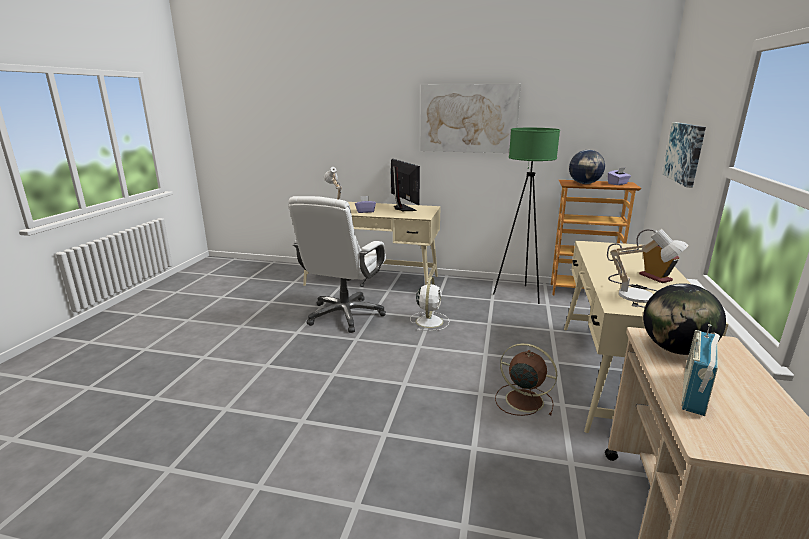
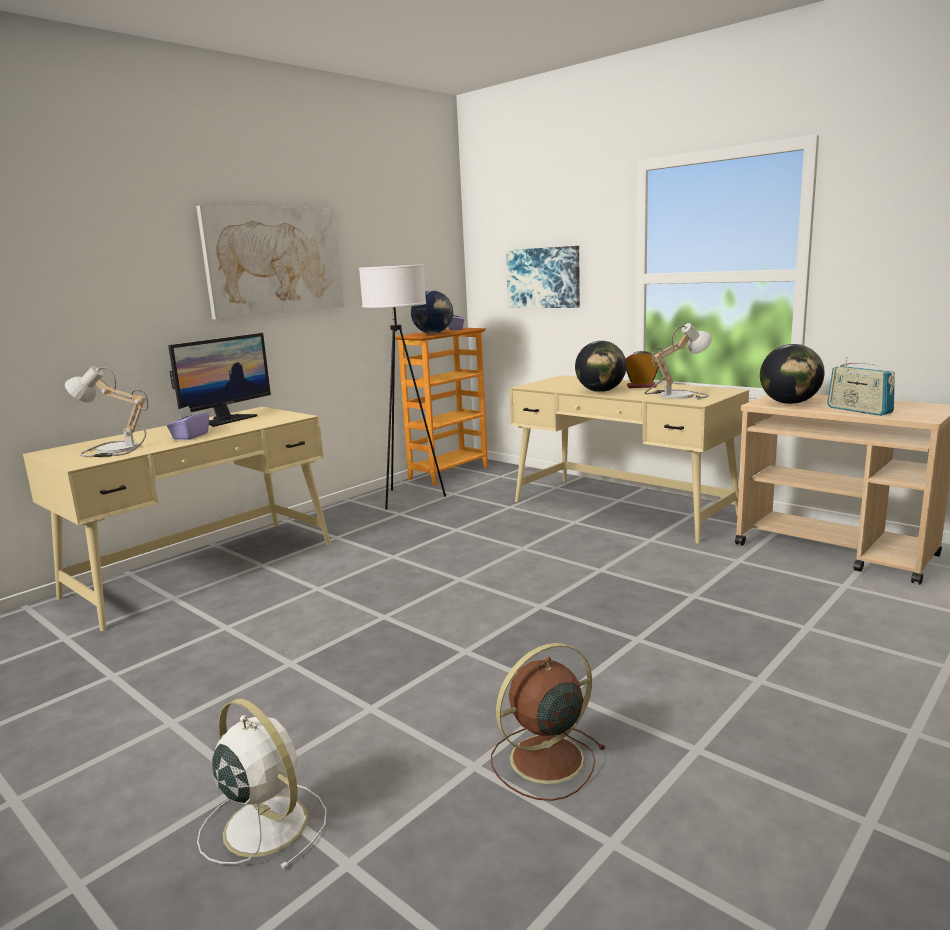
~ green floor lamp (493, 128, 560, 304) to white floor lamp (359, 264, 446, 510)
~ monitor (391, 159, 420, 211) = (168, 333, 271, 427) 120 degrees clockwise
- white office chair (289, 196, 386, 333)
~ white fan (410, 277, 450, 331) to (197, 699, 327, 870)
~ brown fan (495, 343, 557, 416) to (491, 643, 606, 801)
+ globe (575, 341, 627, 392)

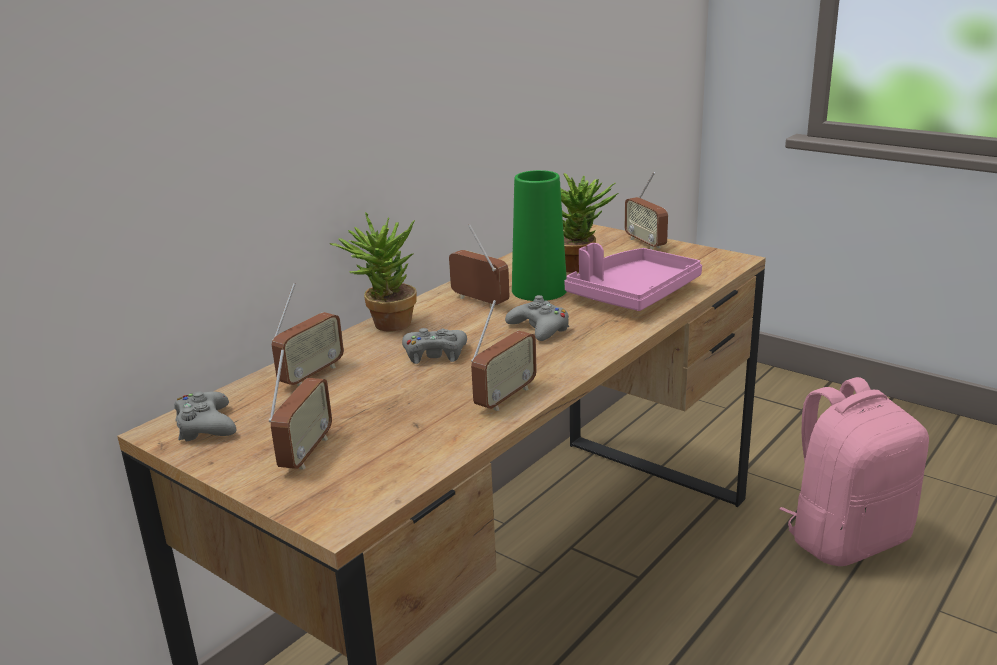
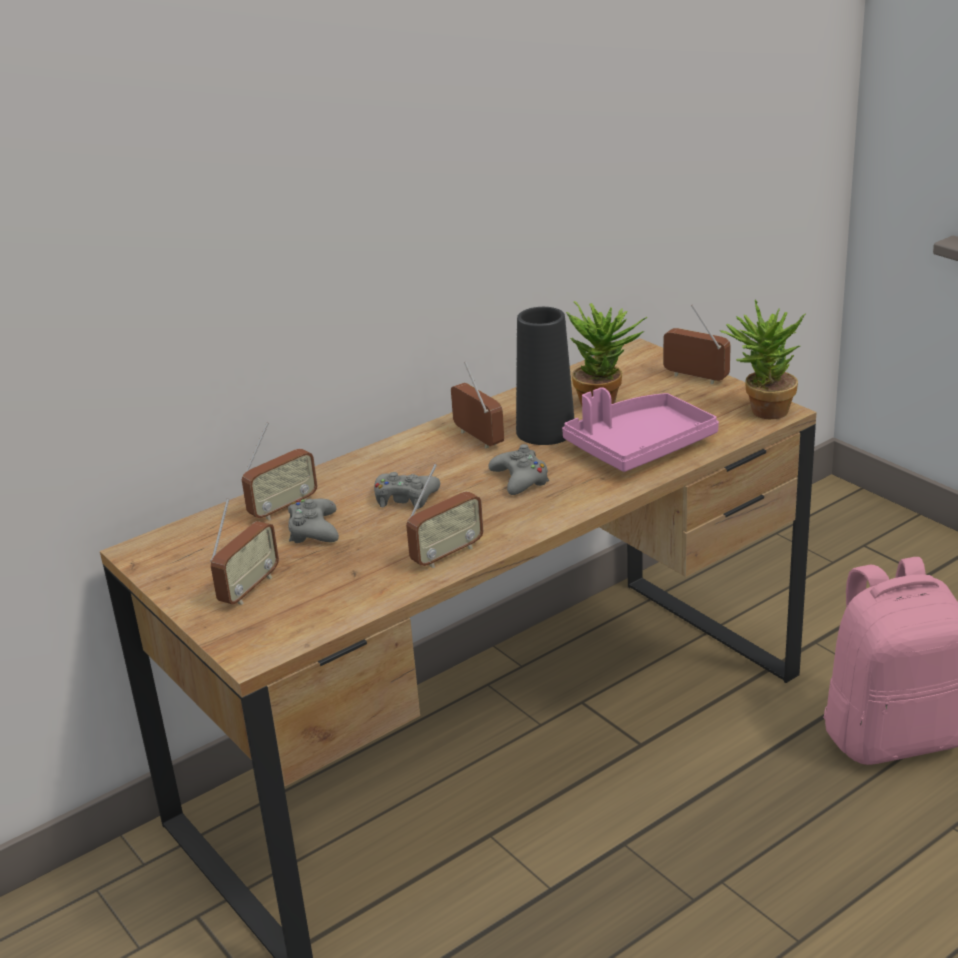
~ green vase (512, 170, 567, 301) to black vase (516, 307, 574, 445)
~ radio (625, 172, 668, 250) = (663, 305, 731, 384) 135 degrees clockwise
~ potted plant (330, 212, 417, 332) to (720, 300, 805, 419)
~ grey game controller (174, 391, 236, 441) to (288, 498, 339, 543)

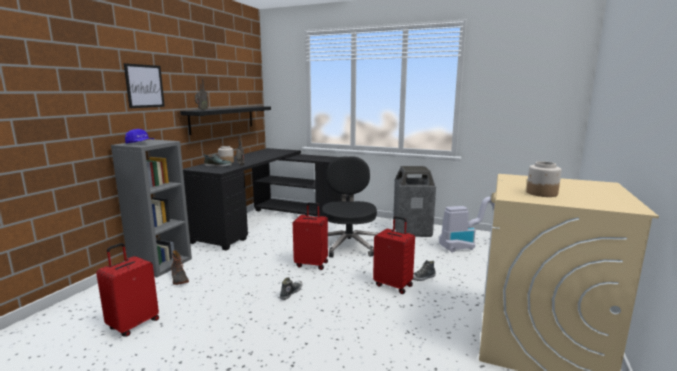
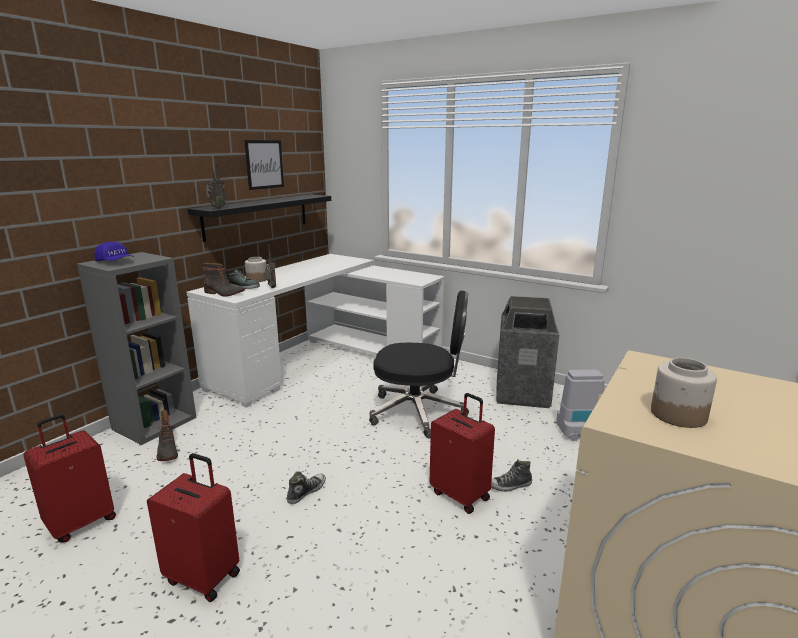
~ picture (124, 63, 165, 108) to (244, 140, 284, 190)
~ black desk (183, 148, 350, 251) to white desk (186, 254, 445, 408)
~ black office chair (322, 156, 378, 257) = (369, 291, 469, 438) 90 degrees clockwise
~ red suitcase (293, 202, 328, 270) to (147, 453, 240, 602)
+ boot (203, 263, 245, 297)

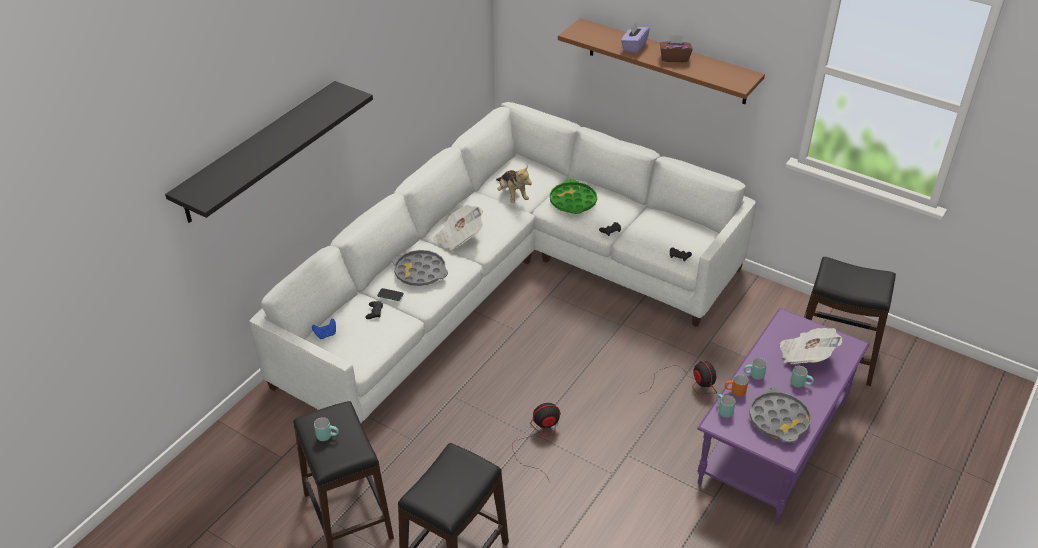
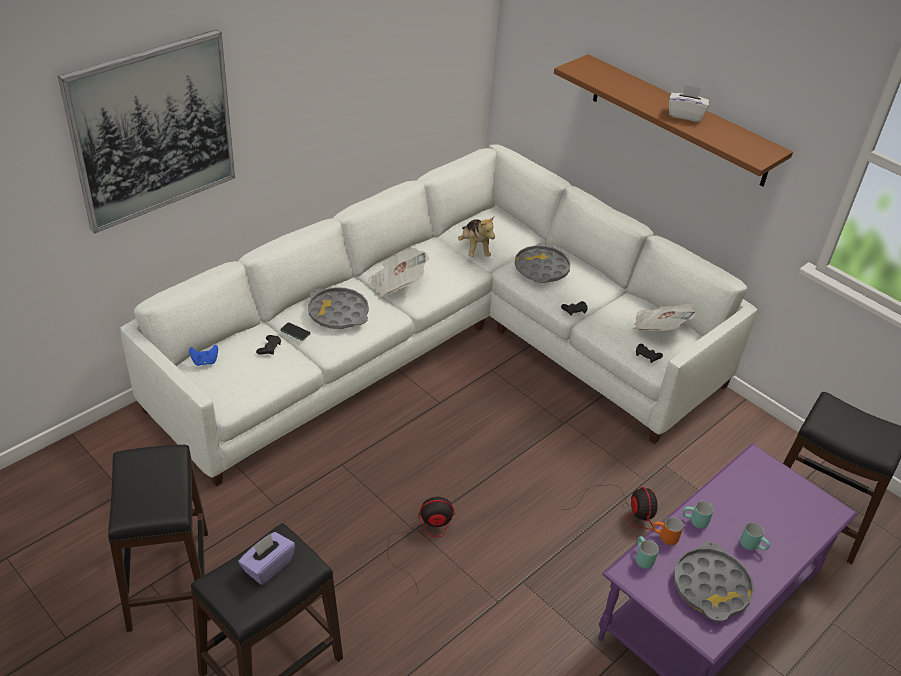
~ purple tissue box (621, 22, 650, 53) to (238, 532, 296, 585)
~ brown tissue box (660, 35, 693, 62) to white tissue box (669, 85, 709, 122)
~ black shelf (165, 81, 373, 223) to picture (58, 30, 235, 233)
~ green tray (550, 179, 597, 214) to grey tray (515, 243, 571, 283)
~ newspaper (780, 328, 842, 364) to (633, 304, 696, 331)
- turquoise mug (314, 417, 339, 441)

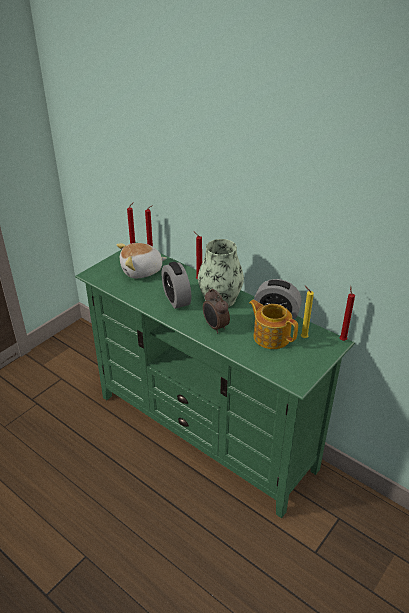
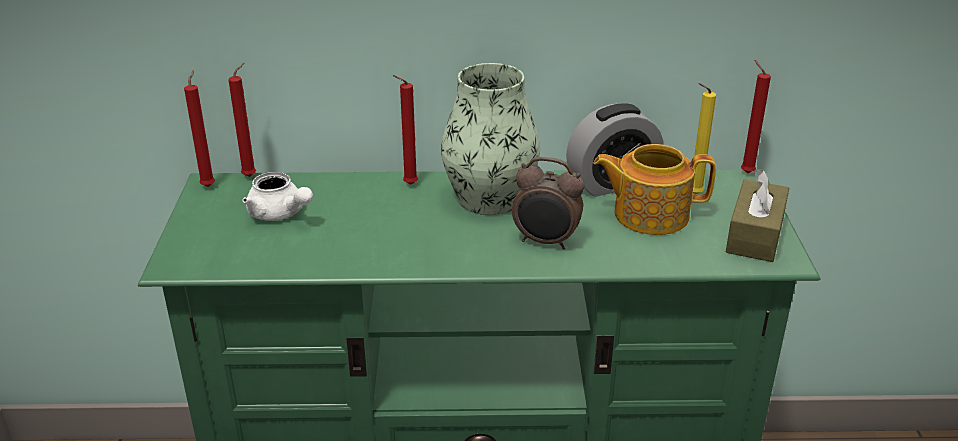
~ plush toy (117, 243, 167, 278) to white teapot (242, 172, 313, 221)
- alarm clock (162, 262, 191, 309)
+ brown tissue box (726, 169, 789, 262)

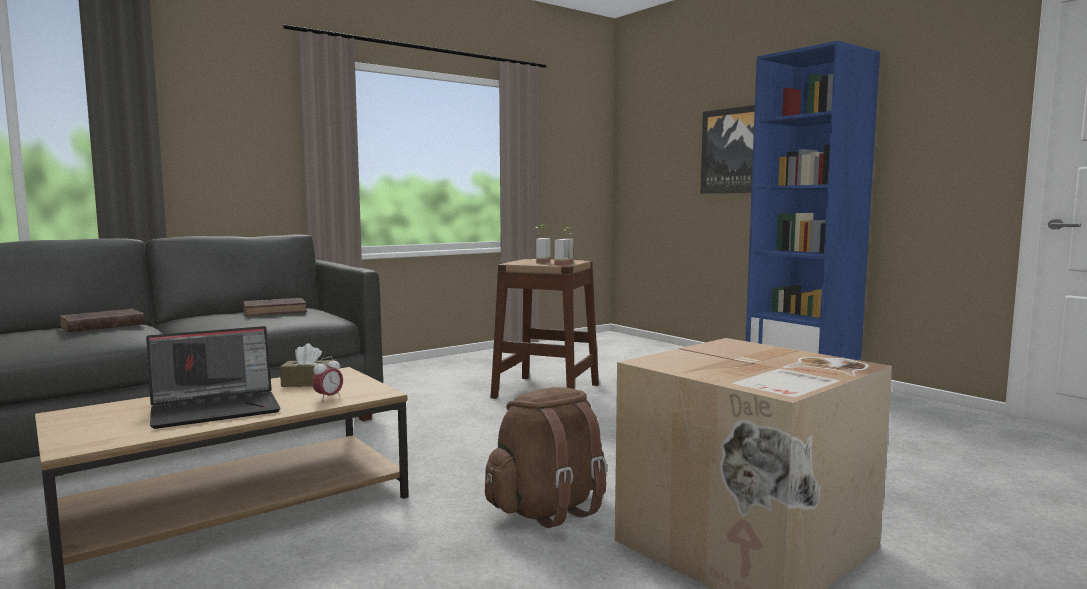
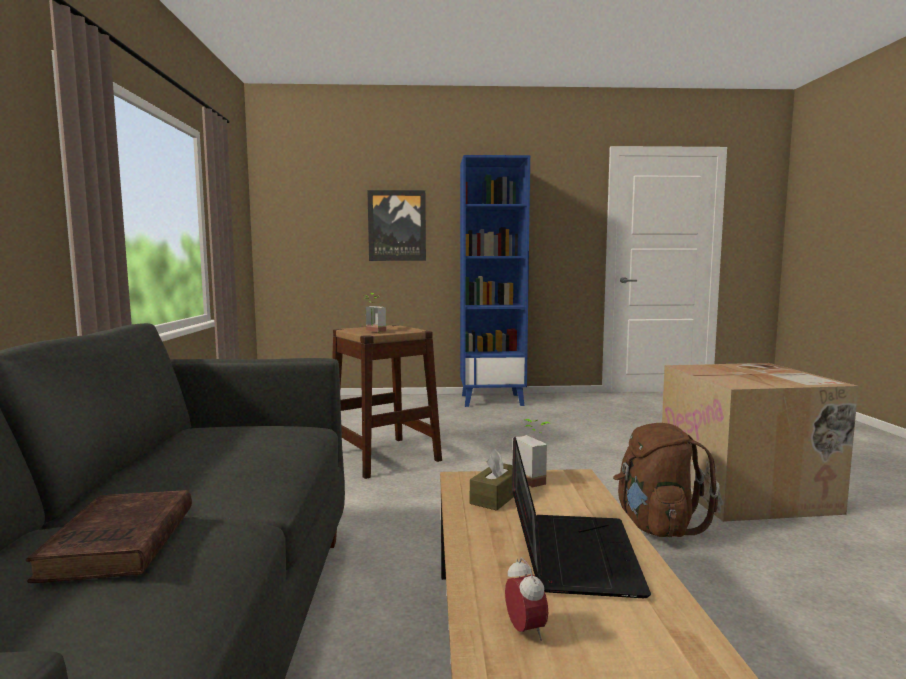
~ potted plant (554, 225, 577, 266) to (516, 419, 551, 487)
- brown book (243, 298, 307, 316)
~ alarm clock (312, 357, 343, 401) to (505, 558, 548, 641)

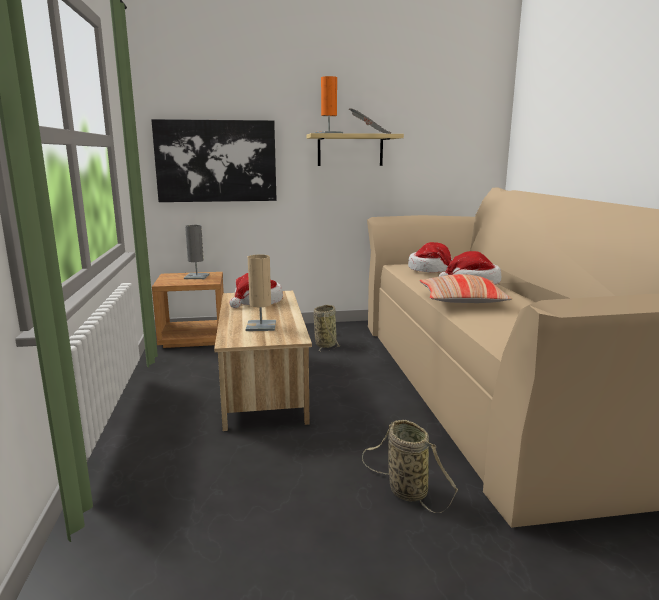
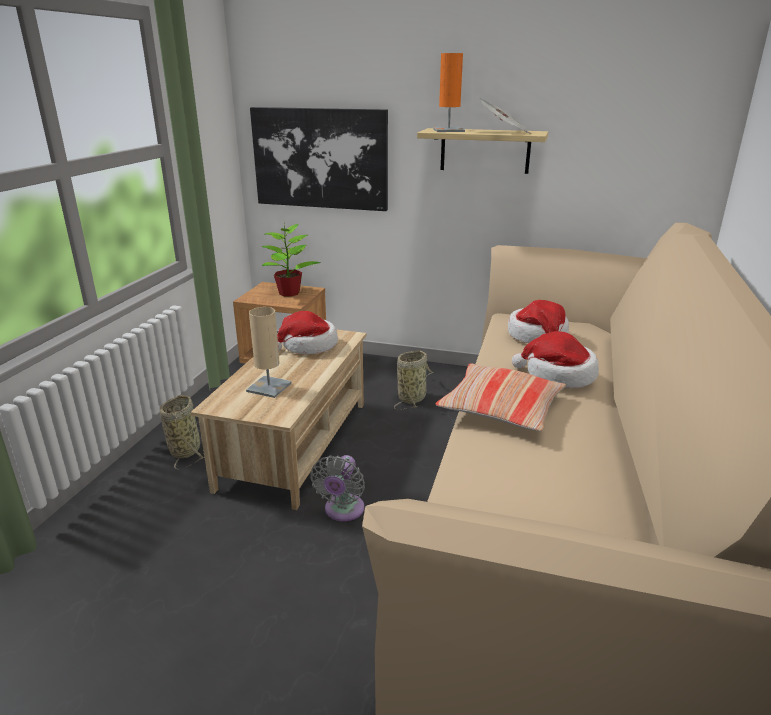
~ grey table lamp (184, 225, 210, 279) to potted plant (262, 221, 320, 297)
~ basket (362, 420, 458, 513) to (160, 395, 204, 470)
+ grey fan (310, 455, 365, 521)

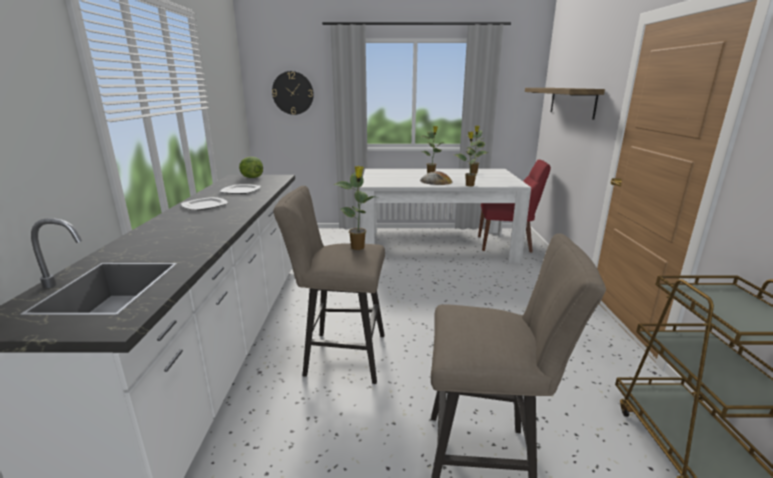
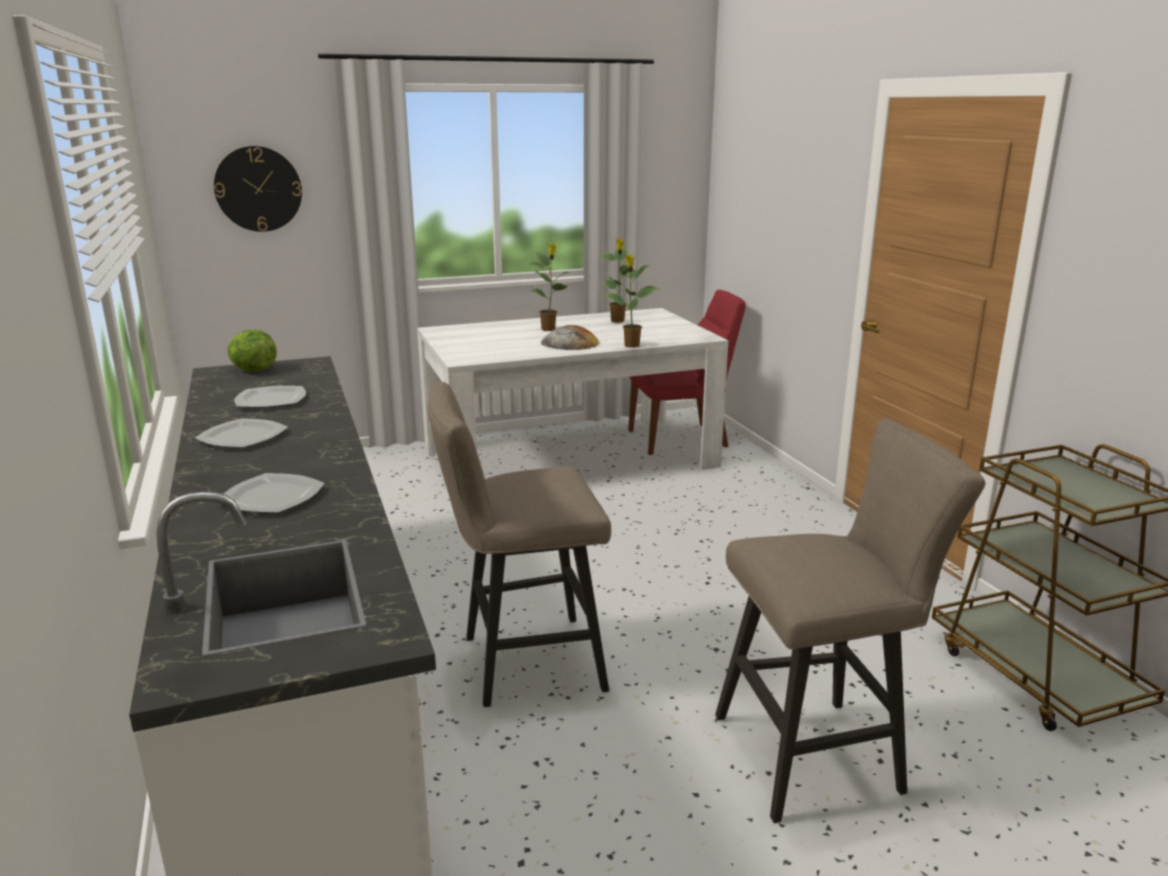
- shelf (525, 88, 605, 120)
- potted plant (334, 166, 375, 250)
+ plate (220, 473, 325, 513)

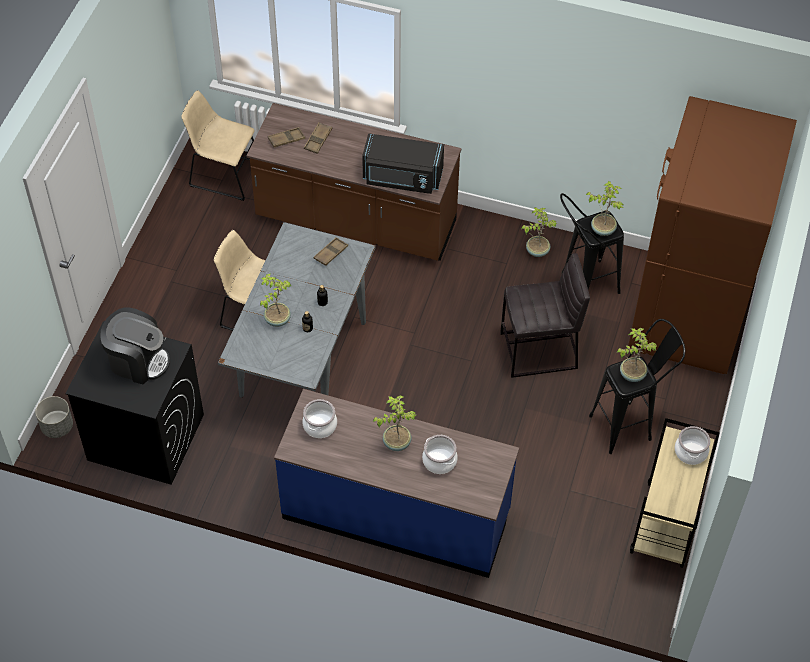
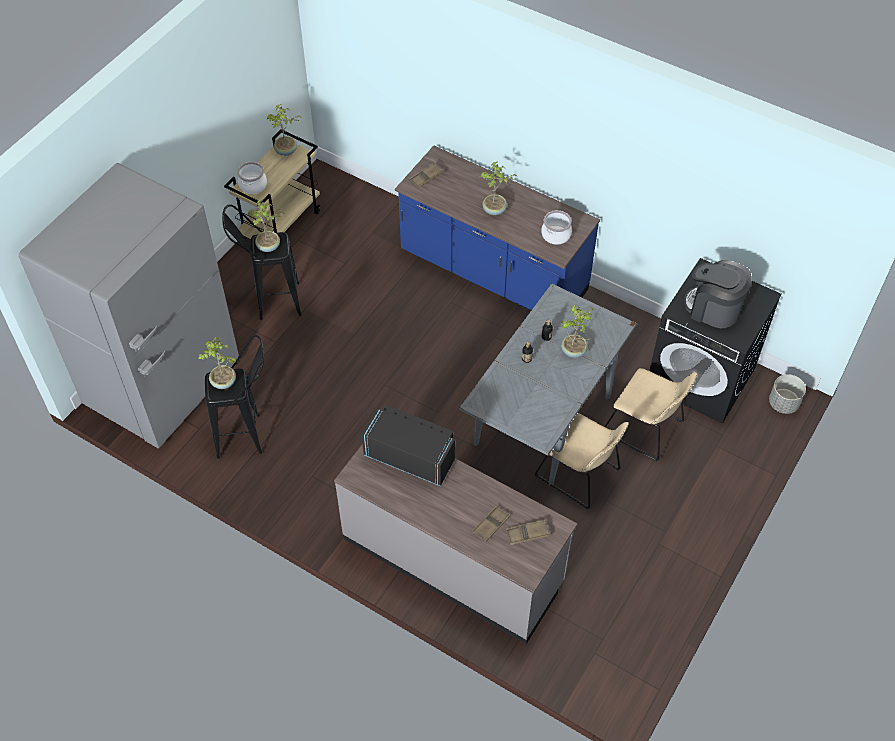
~ beige chair (181, 90, 255, 201) to (604, 368, 697, 461)
~ brown fridge (628, 96, 797, 374) to grey fridge (18, 163, 239, 448)
~ brown counter (246, 103, 461, 261) to grey counter (334, 444, 577, 644)
~ potted plant (521, 207, 557, 257) to (267, 104, 302, 156)
~ brown tray (314, 237, 348, 266) to (409, 162, 444, 188)
- grey stool (500, 253, 590, 378)
- cooking pot (422, 435, 458, 474)

